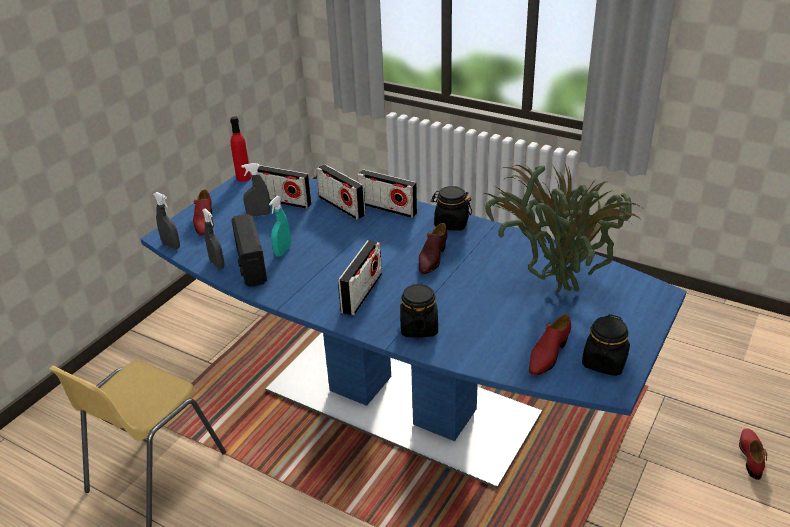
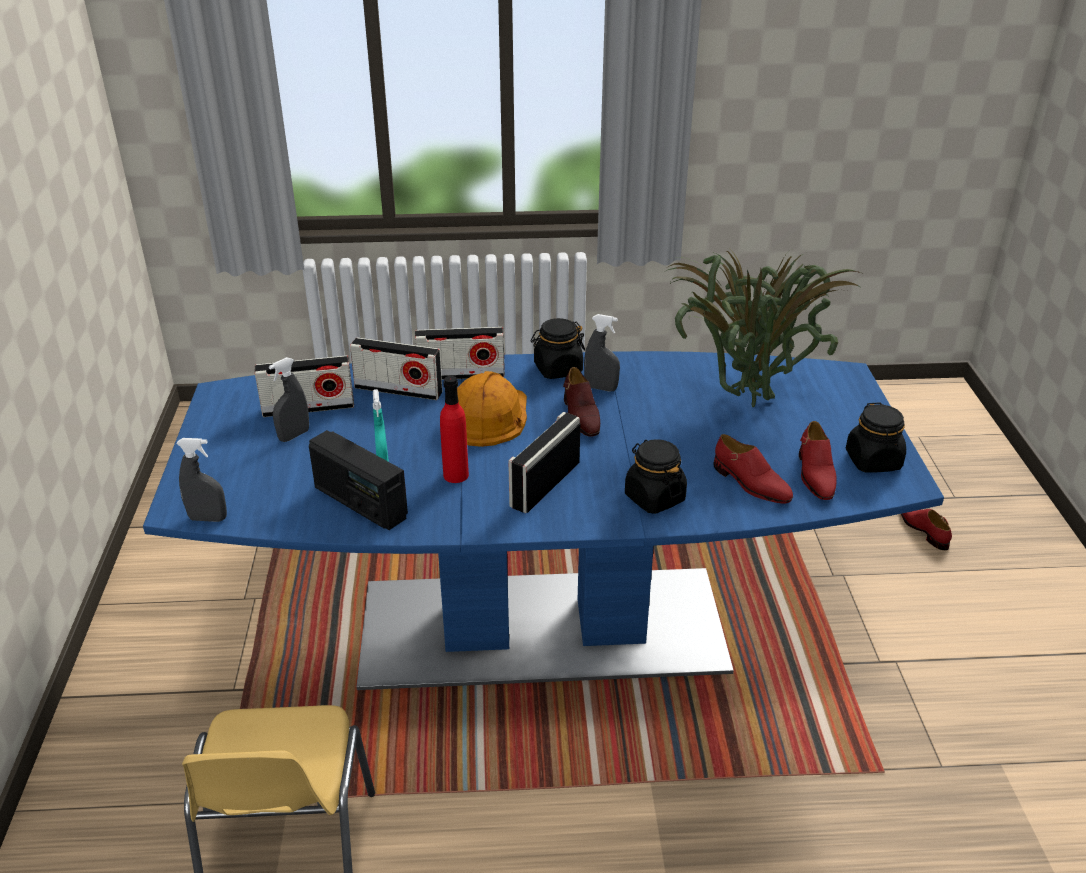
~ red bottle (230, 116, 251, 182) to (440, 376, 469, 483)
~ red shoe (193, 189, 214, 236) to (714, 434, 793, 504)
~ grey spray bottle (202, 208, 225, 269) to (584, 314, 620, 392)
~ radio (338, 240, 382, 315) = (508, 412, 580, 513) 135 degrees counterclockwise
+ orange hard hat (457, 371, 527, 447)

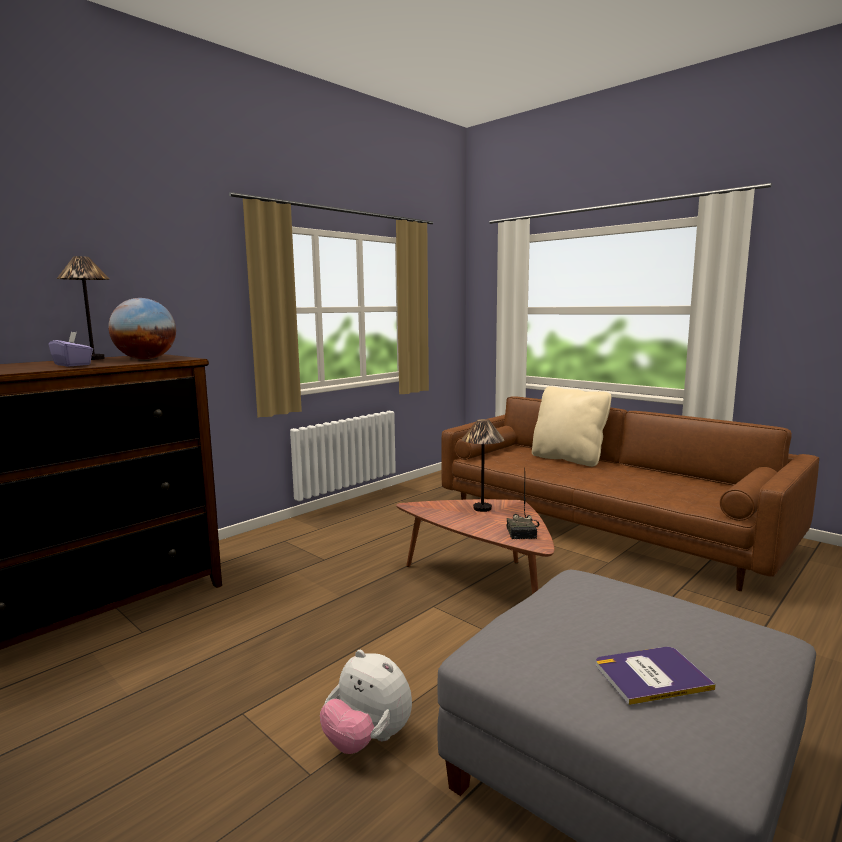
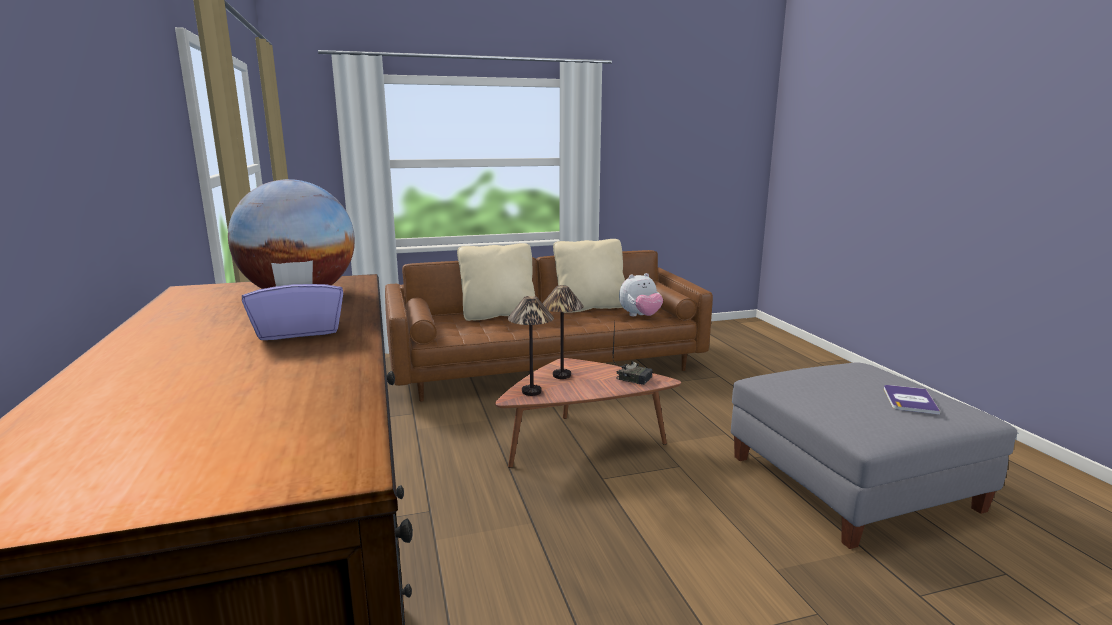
~ table lamp (57, 256, 109, 360) to (508, 296, 554, 396)
~ plush toy (320, 650, 412, 754) to (619, 273, 663, 316)
+ beige pillow (553, 239, 625, 313)

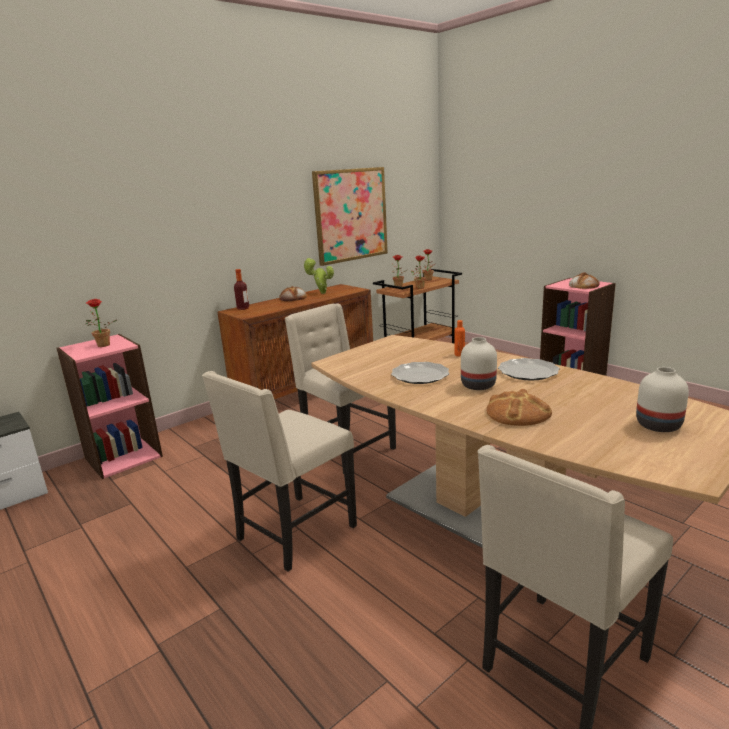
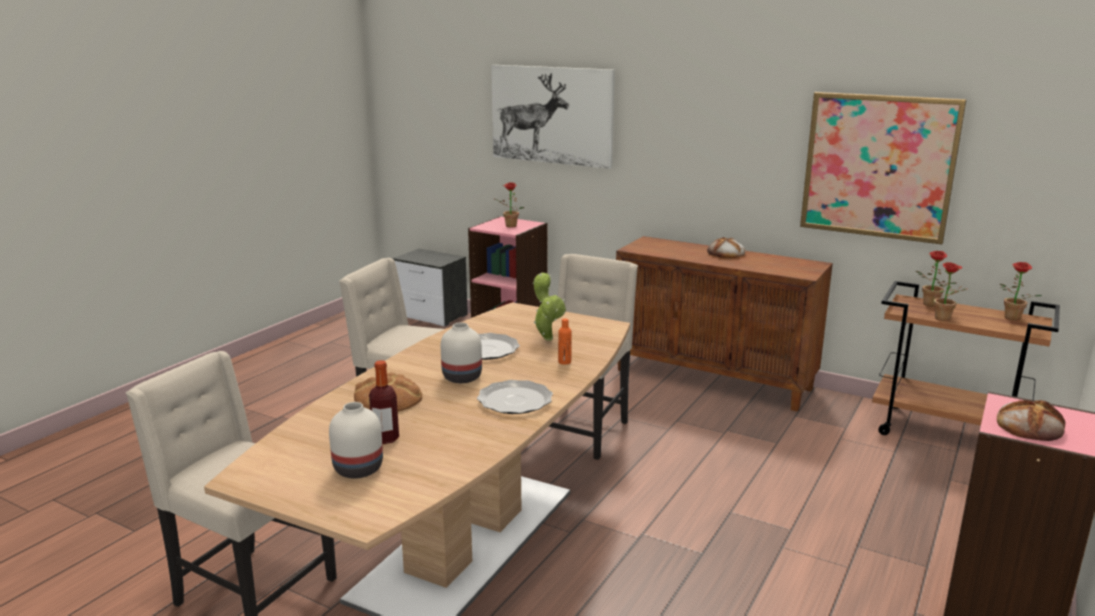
~ potted plant (303, 258, 334, 294) to (533, 273, 566, 341)
~ bottle (234, 269, 249, 310) to (369, 360, 399, 444)
+ picture (491, 65, 615, 169)

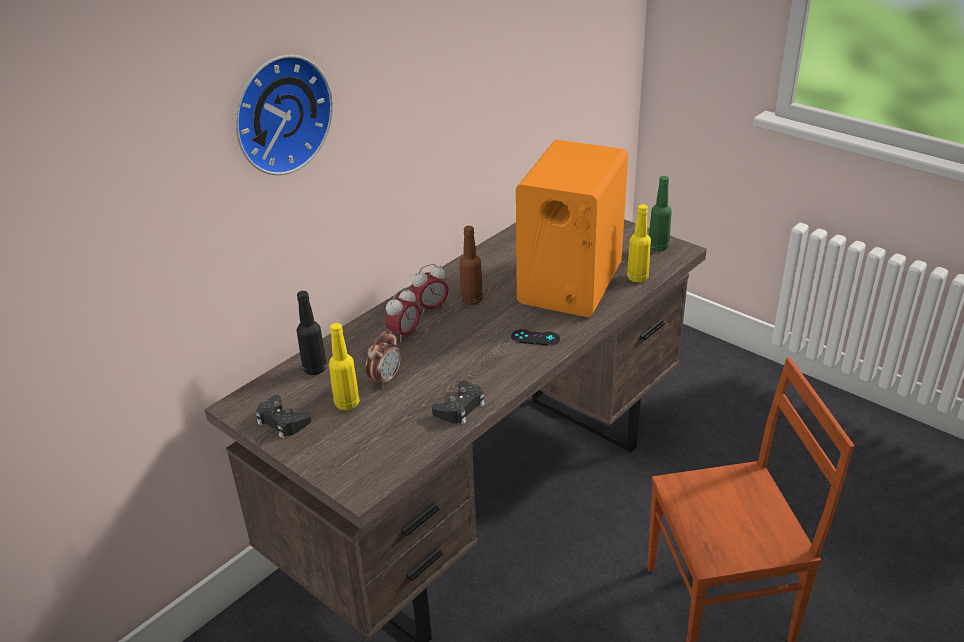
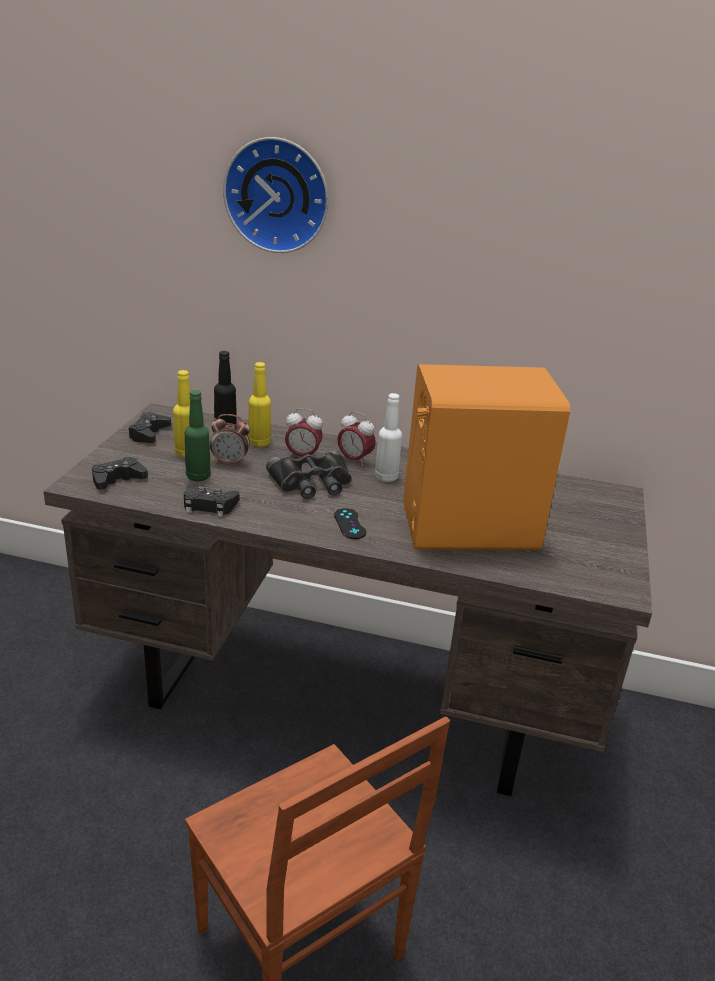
~ green bottle (649, 176, 672, 251) to (184, 390, 211, 481)
~ yellow bottle (627, 204, 651, 282) to (248, 362, 271, 447)
~ brown bottle (459, 226, 483, 305) to white bottle (375, 393, 402, 482)
+ black binoculars (266, 451, 352, 499)
+ black game controller (92, 457, 148, 490)

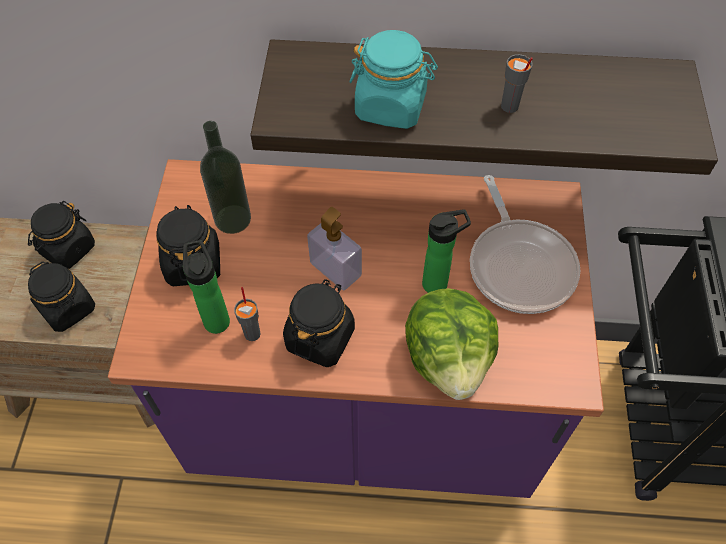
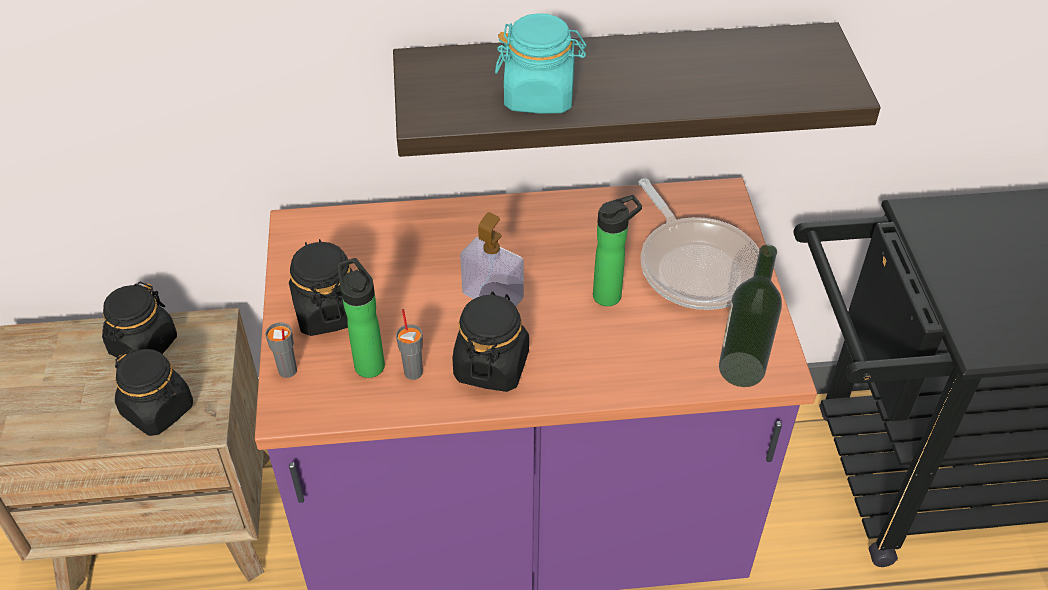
~ grey cup (501, 54, 533, 113) to (265, 322, 297, 378)
~ bottle (200, 121, 251, 234) to (719, 244, 782, 387)
- lettuce (405, 288, 499, 400)

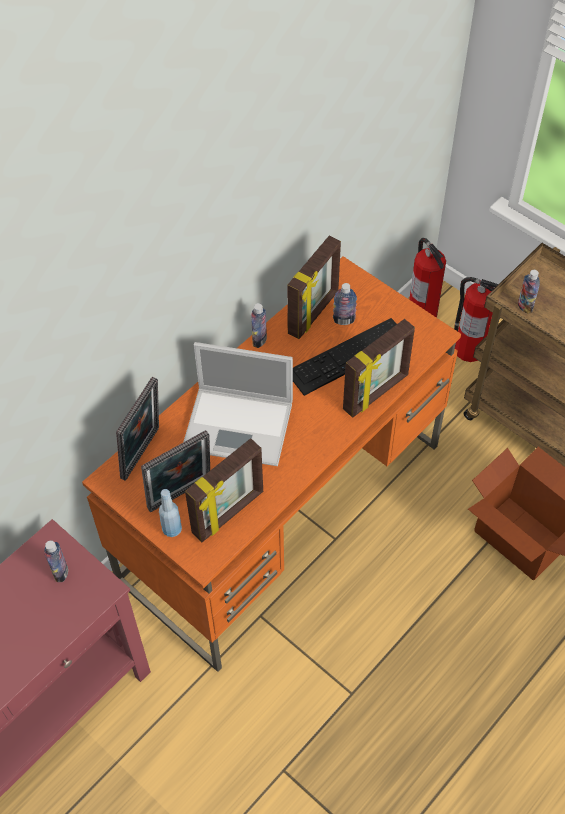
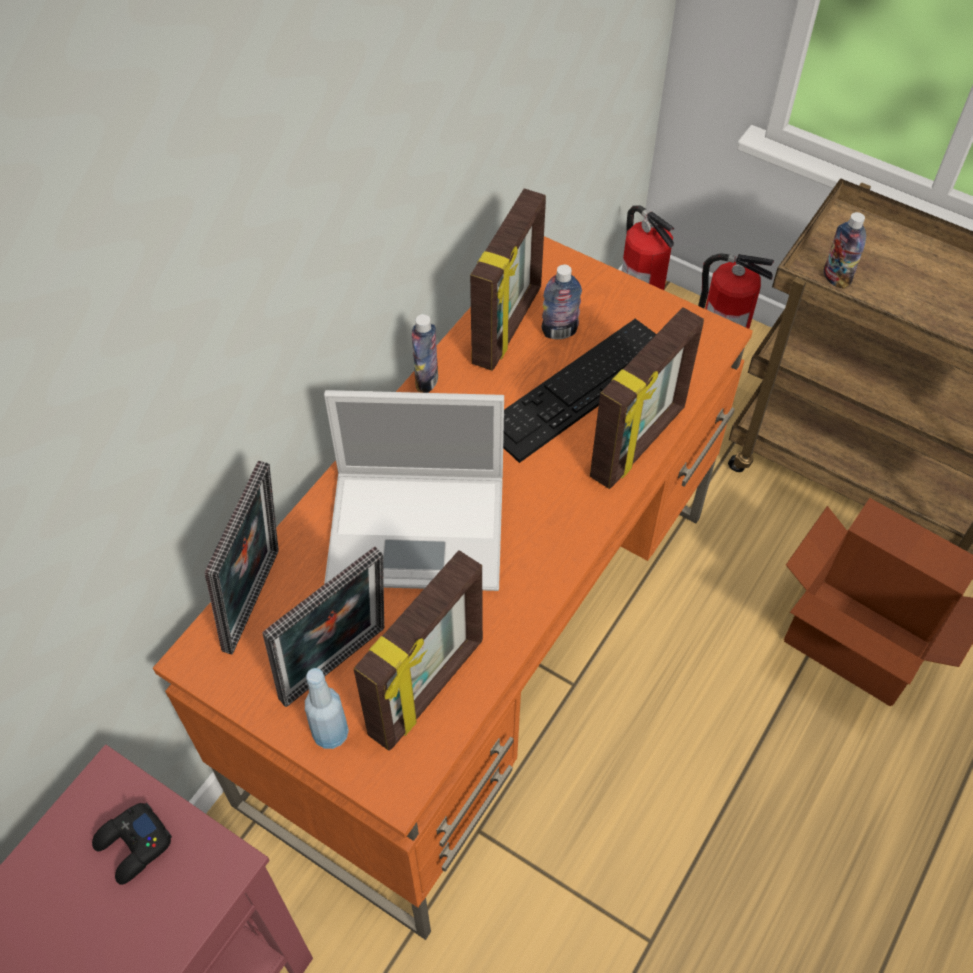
~ bottle (44, 540, 68, 582) to black game controller (92, 803, 172, 885)

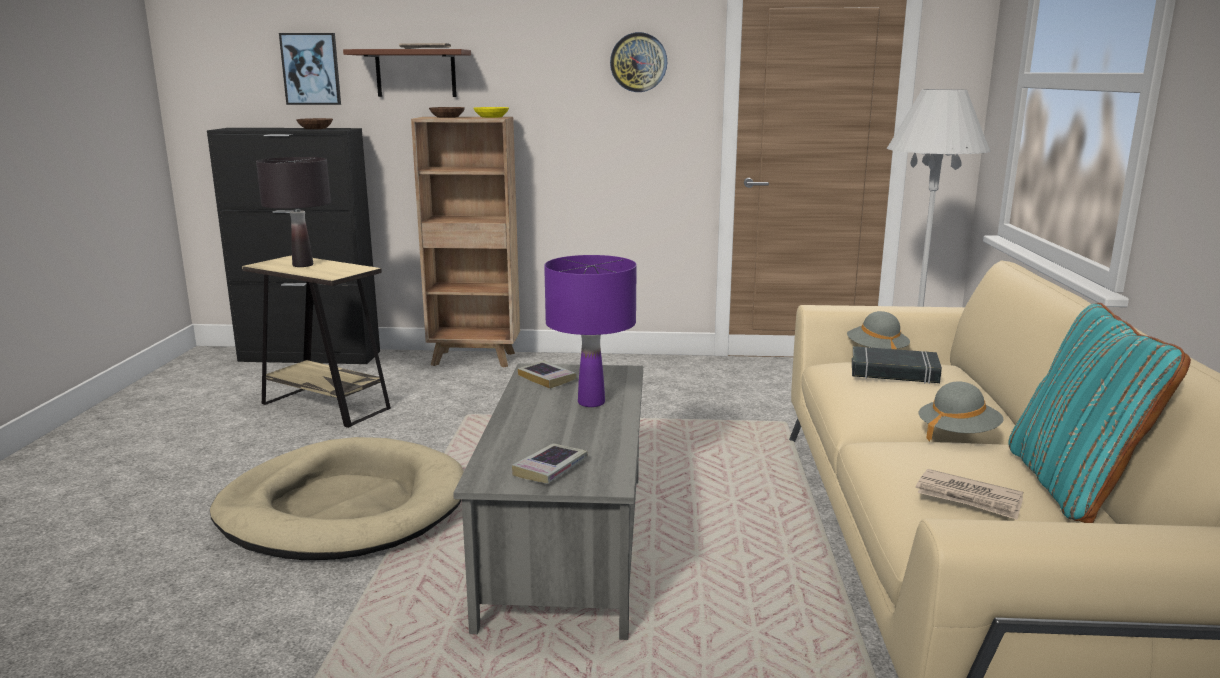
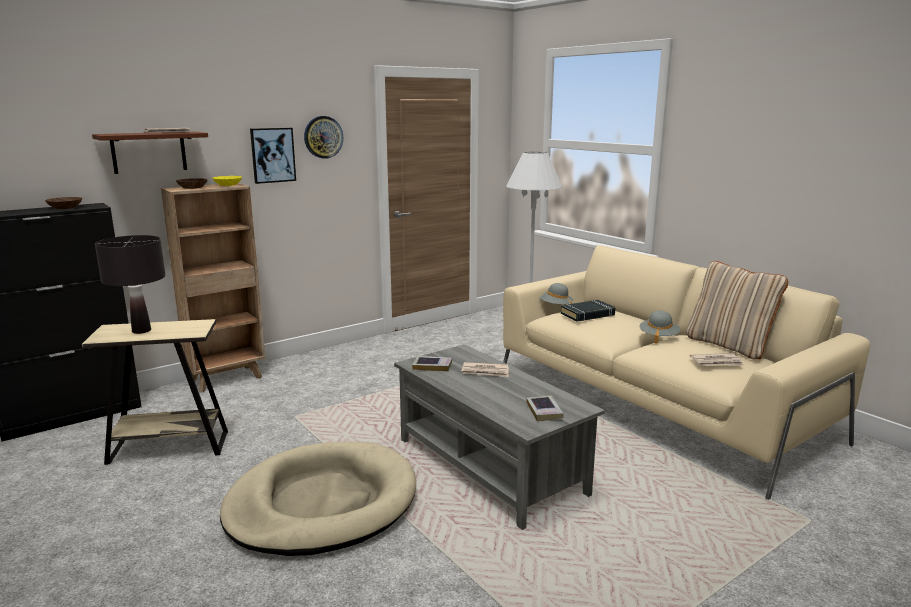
~ picture (279, 33, 341, 105) to (250, 128, 296, 184)
~ purple table lamp (544, 255, 637, 407) to newspaper (462, 362, 509, 377)
~ turquoise pillow (1008, 303, 1191, 523) to beige pillow (687, 261, 788, 360)

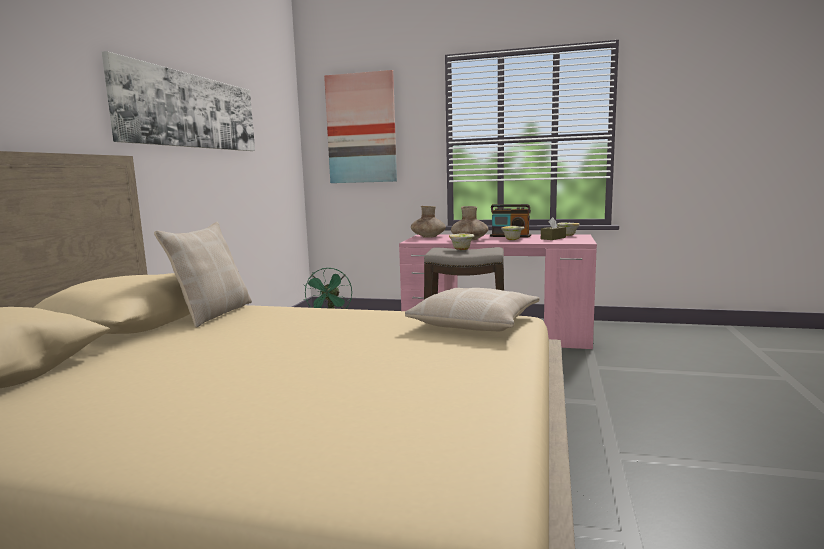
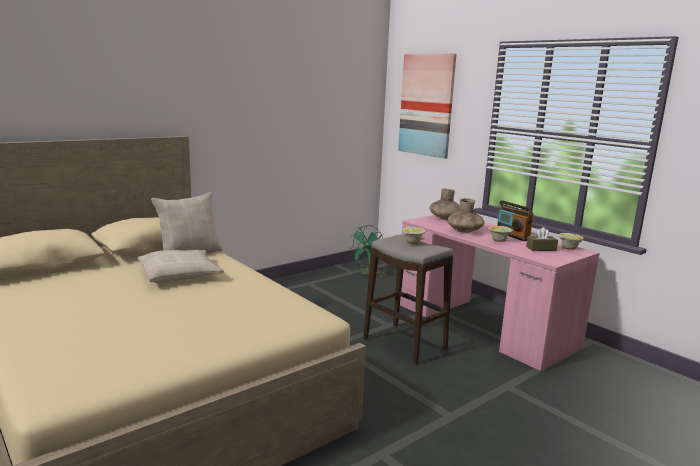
- picture (102, 51, 255, 151)
~ beige pillow (405, 288, 540, 331) to (138, 250, 224, 283)

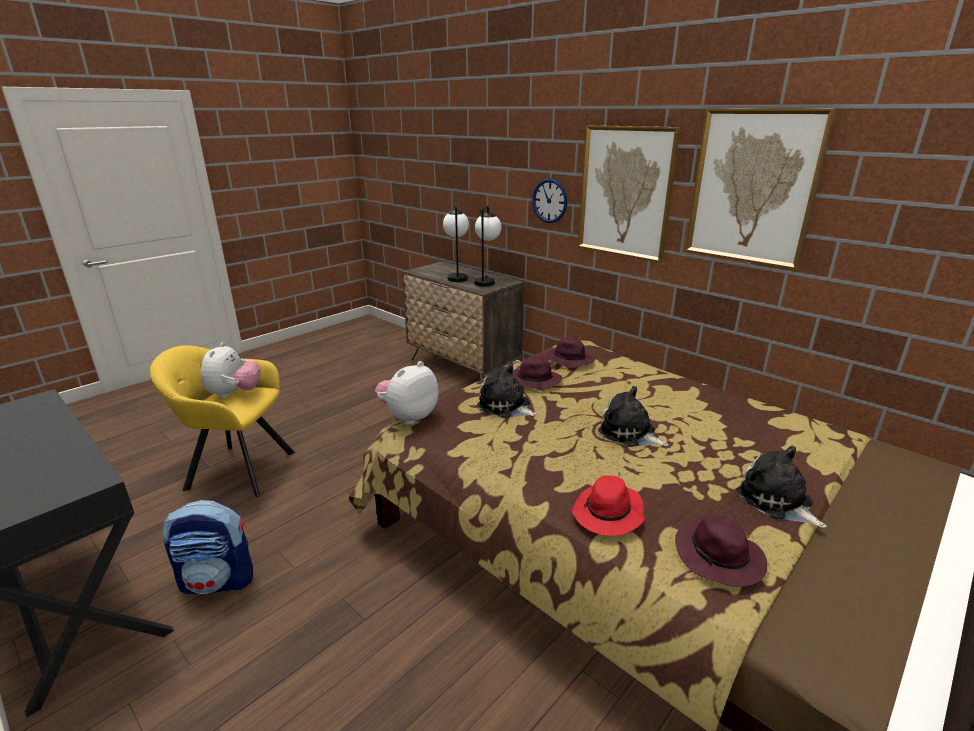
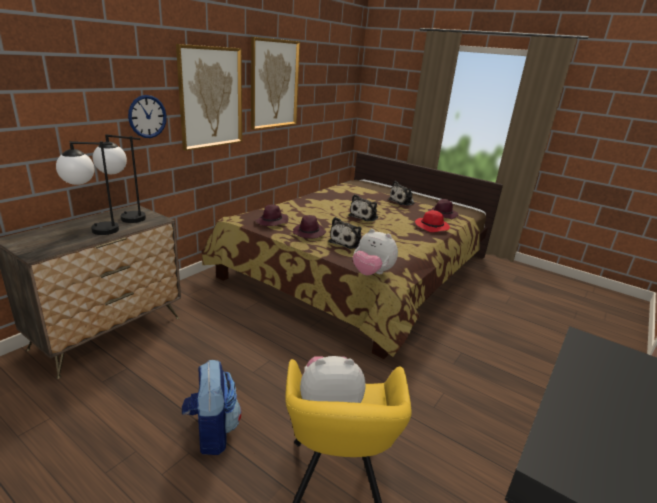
~ backpack (163, 500, 253, 594) to (182, 360, 241, 455)

